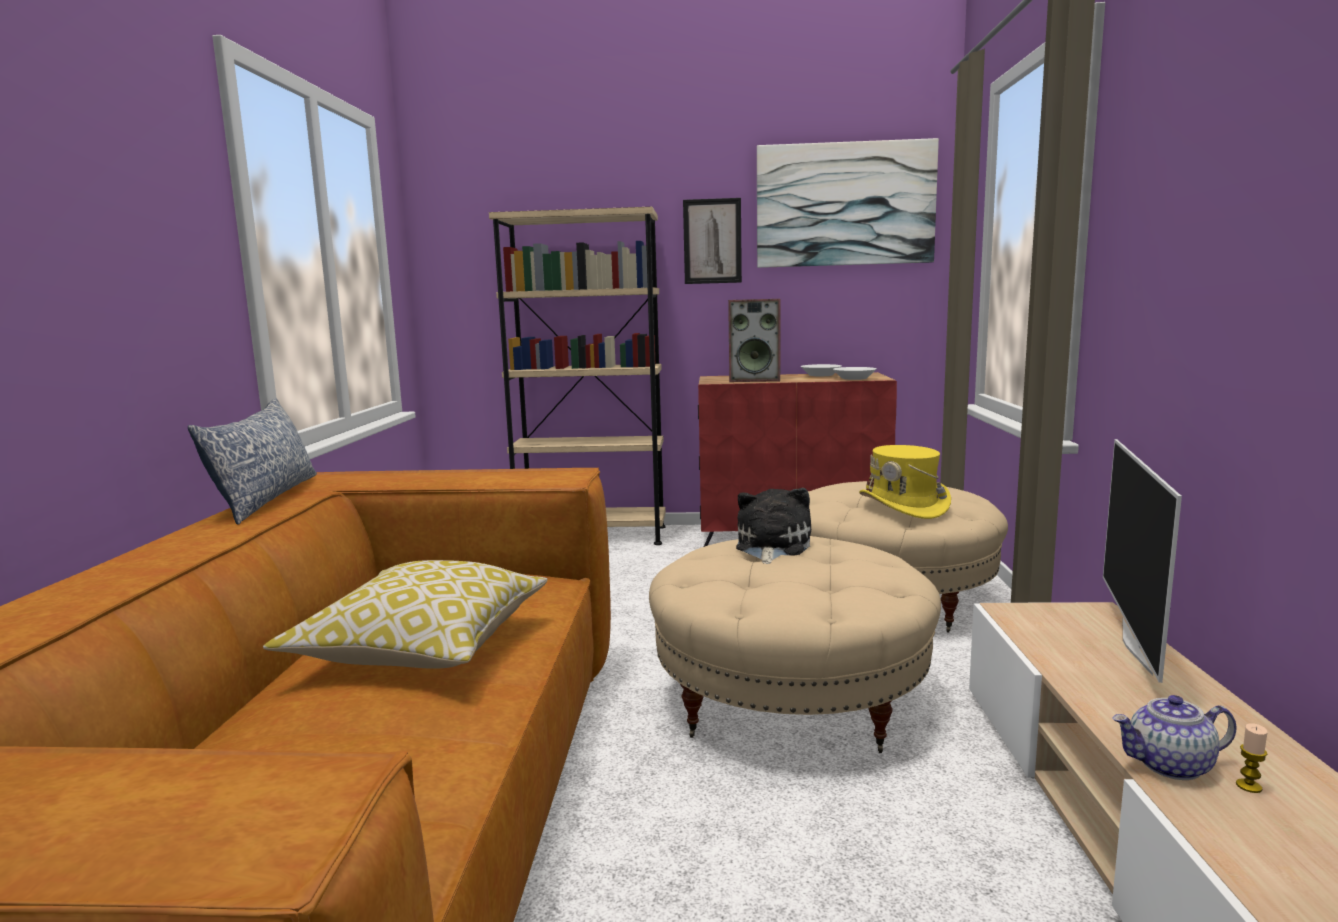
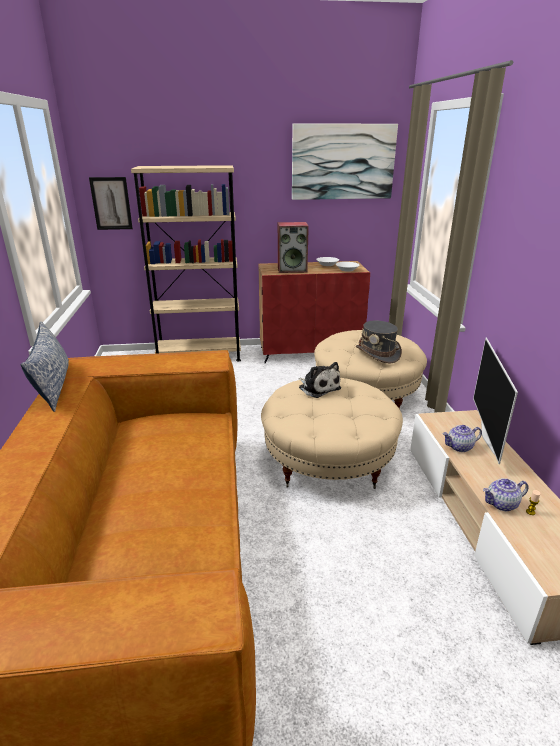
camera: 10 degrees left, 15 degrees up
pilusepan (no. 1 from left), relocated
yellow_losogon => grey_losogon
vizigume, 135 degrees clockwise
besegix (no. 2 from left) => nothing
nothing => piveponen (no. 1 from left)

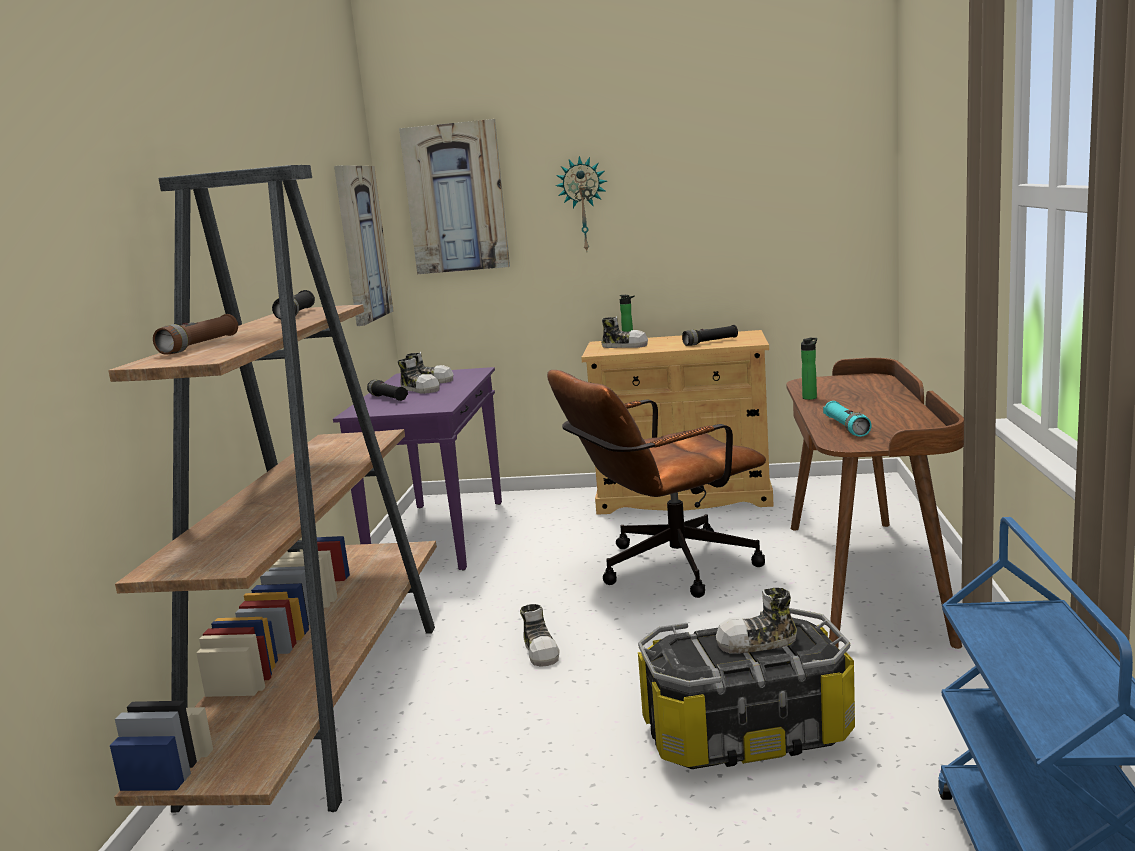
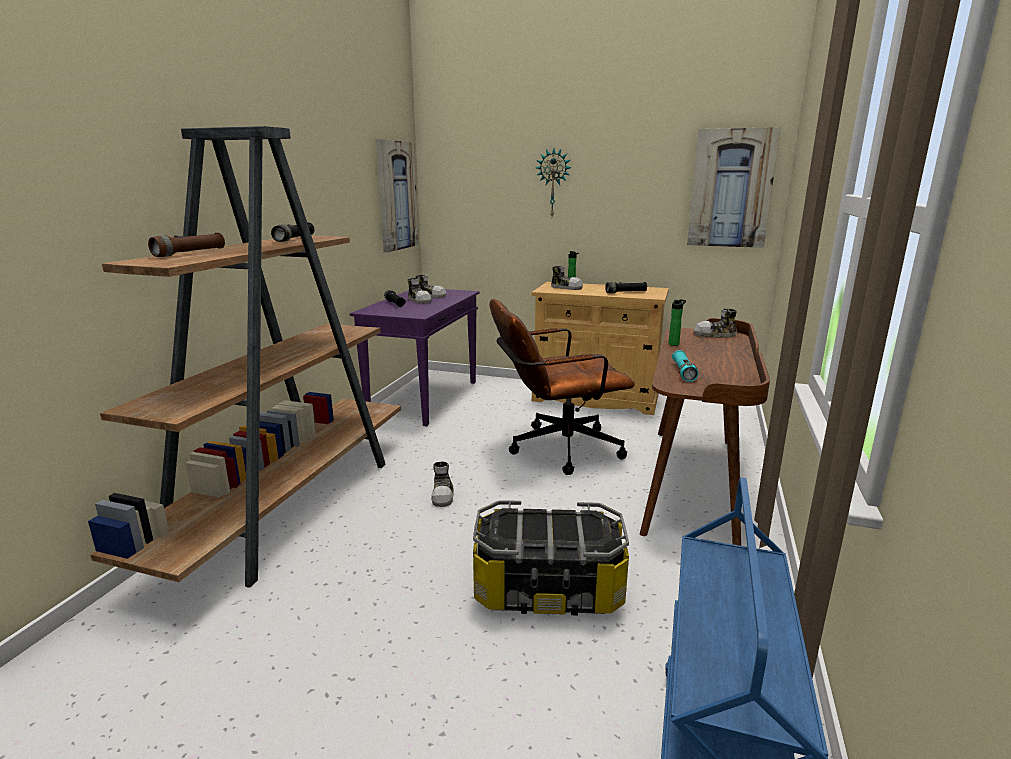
camera: 10 degrees right, 5 degrees up
pilusepan (no. 2 from left), relocated
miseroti (no. 5 from left), relocated

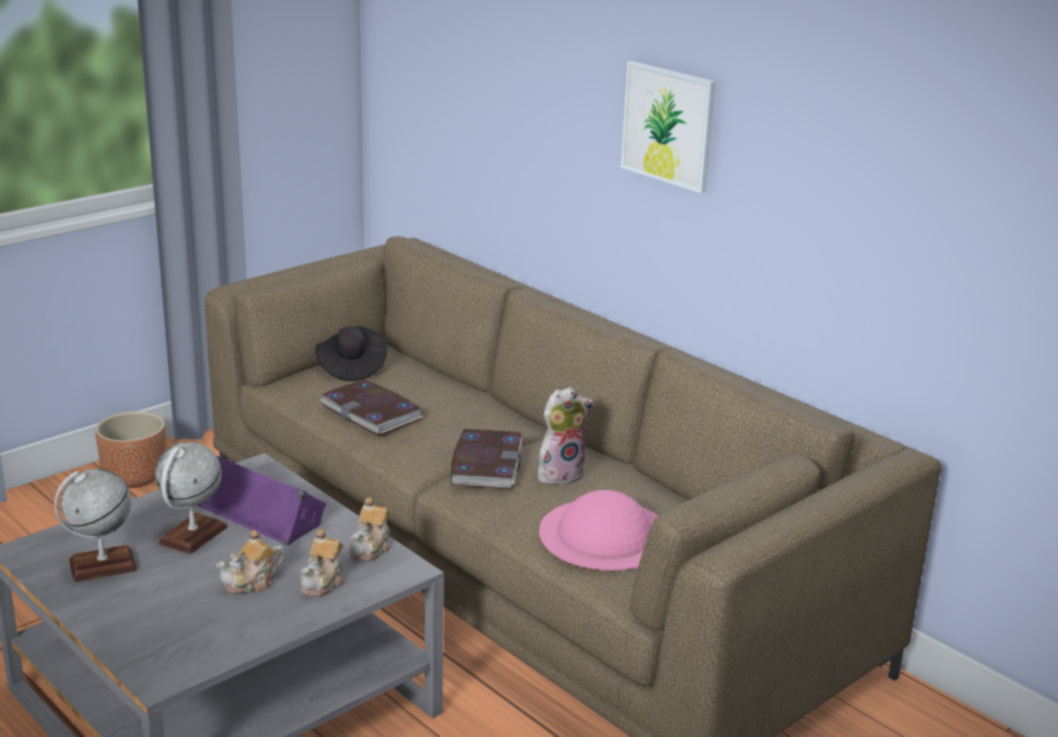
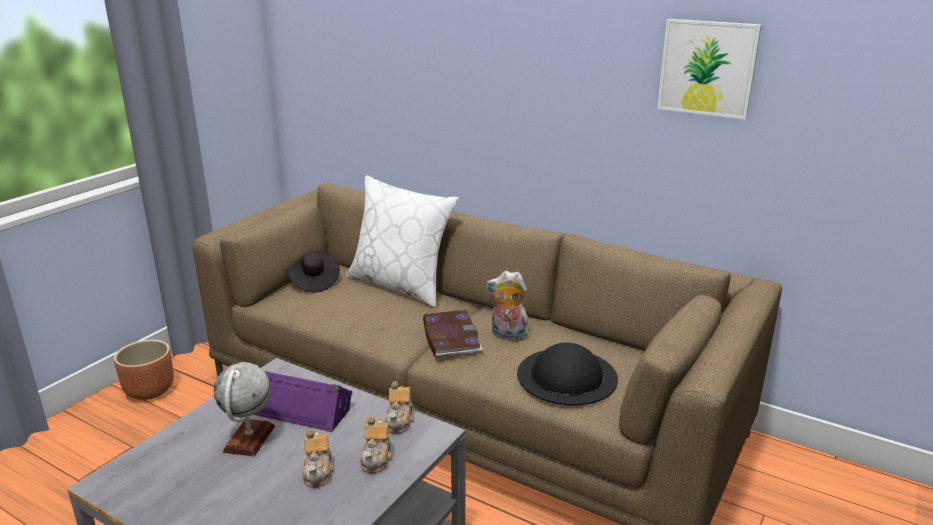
camera: 15 degrees left, 0 degrees up
pilusepan, relocated
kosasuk (no. 1 from left) => nothing
vizigume, 120 degrees counterclockwise
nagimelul (no. 1 from left) => nothing
pink_losogon => black_losogon (no. 2 from left)
piveponen (no. 1 from left), 45 degrees counterclockwise
nothing => white_besegix

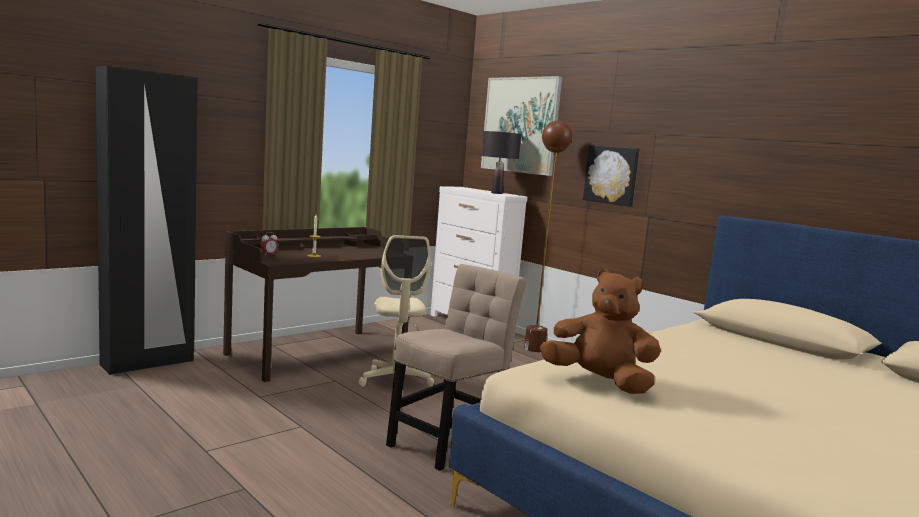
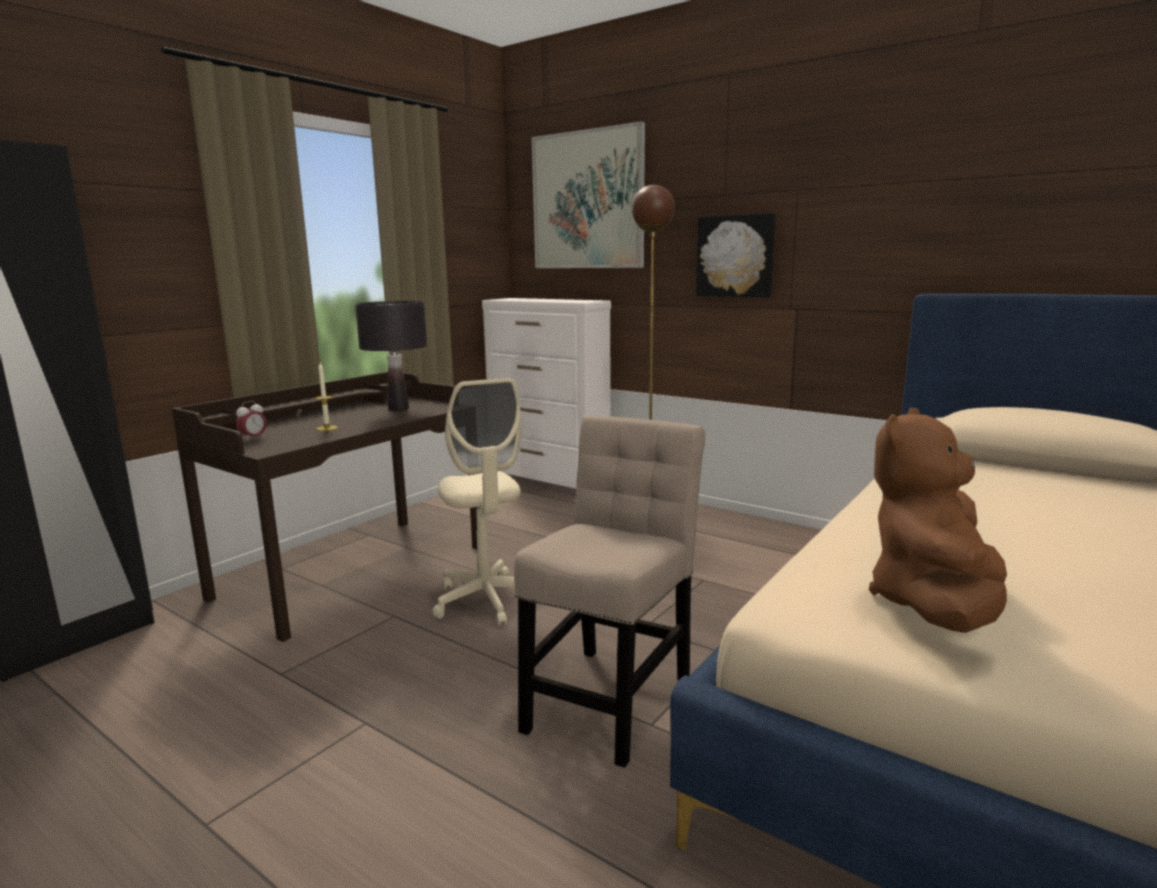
camera: 10 degrees left, 5 degrees up
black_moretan, relocated
brown_vizigume, 75 degrees counterclockwise

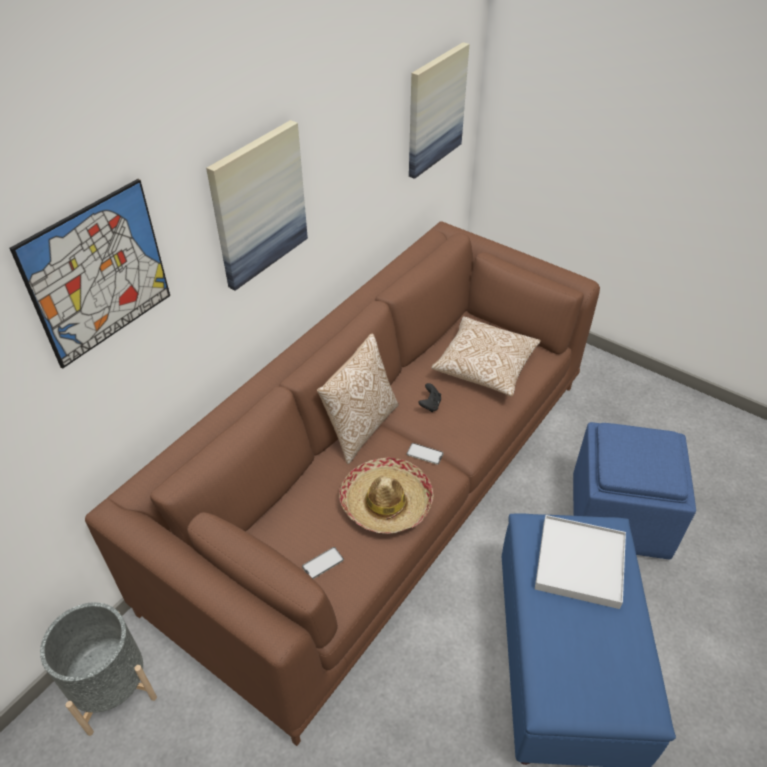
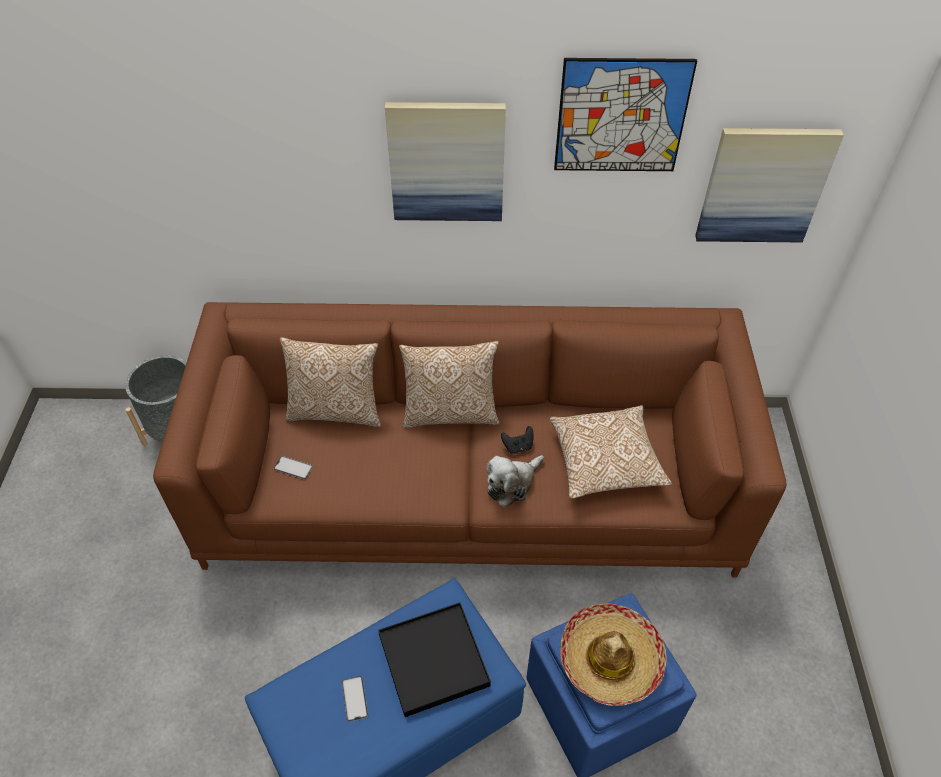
camera: 55 degrees right, 5 degrees up
pilusepan (no. 1 from left in the first image) => pilusepan (no. 2 from left), relocated
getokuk (no. 2 from left), relocated
losogon, relocated
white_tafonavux => black_tafonavux
nothing => besegix (no. 1 from left)
nothing => vizigume

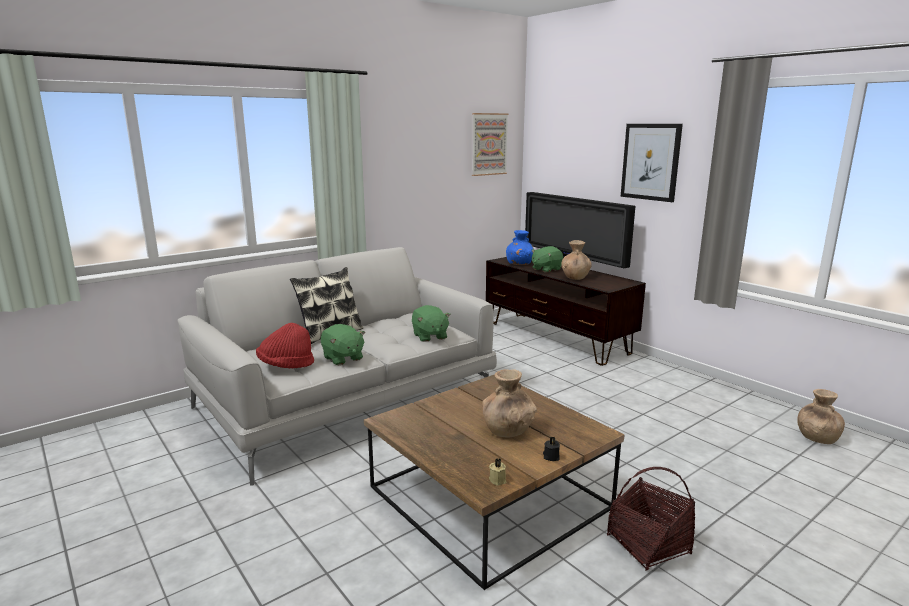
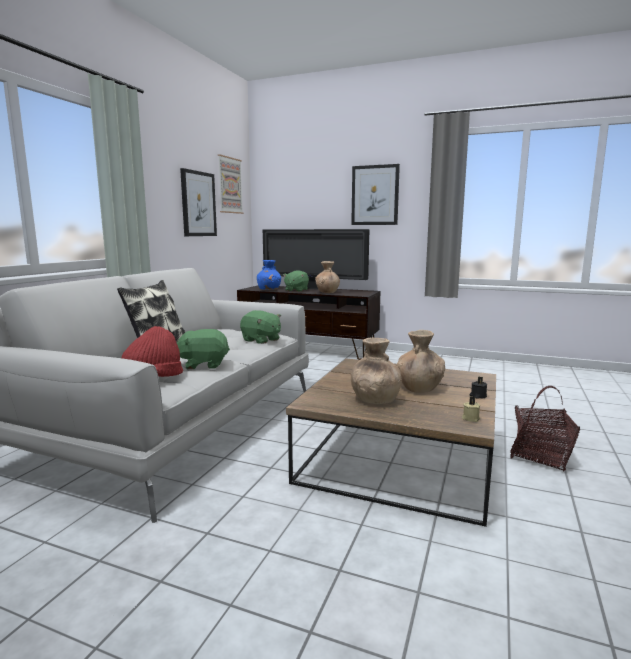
camera: 30 degrees left, 5 degrees down
green_vizigume (no. 1 from left), 150 degrees clockwise
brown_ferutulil (no. 3 from left in the first image) => brown_ferutulil (no. 2 from left), relocated
nothing => pilusepan (no. 1 from left)

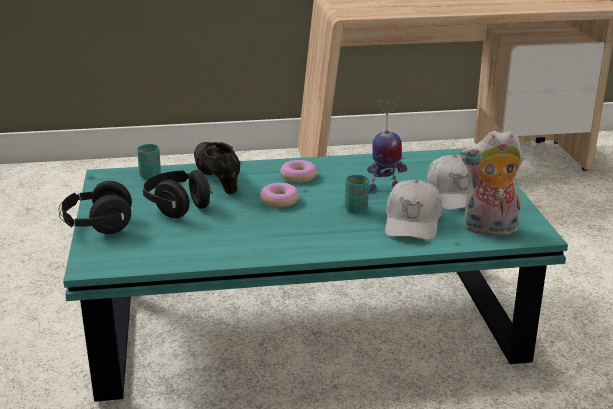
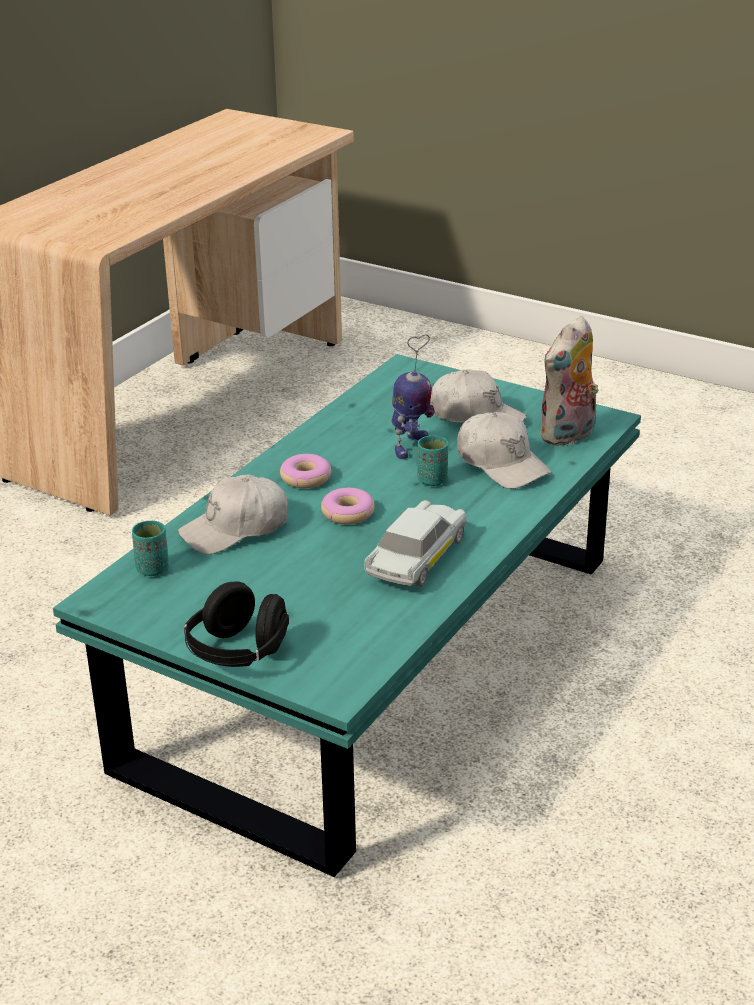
camera: 50 degrees left, 5 degrees up
black_miseroti => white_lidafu (no. 1 from left)
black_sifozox (no. 2 from left) => nothing
nothing => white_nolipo

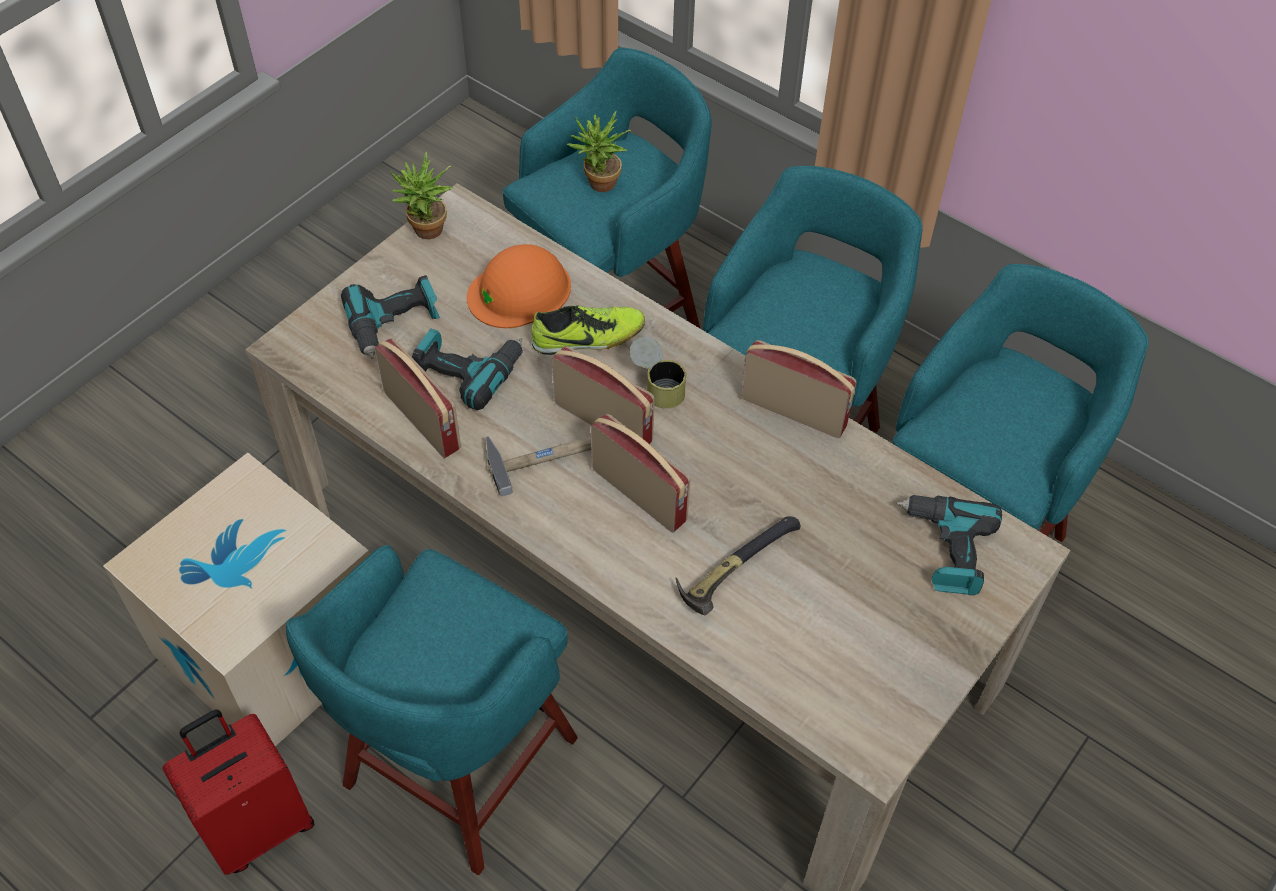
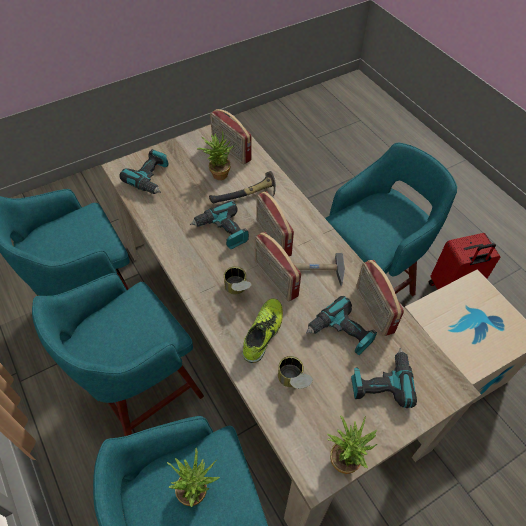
camera: 160 degrees left, 0 degrees up
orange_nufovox => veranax (no. 2 from left)
miseroti, 105 degrees clockwise
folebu (no. 4 from left in the first image) => folebu (no. 1 from left), relocated
nothing => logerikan (no. 2 from left)
nothing => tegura (no. 2 from left)

